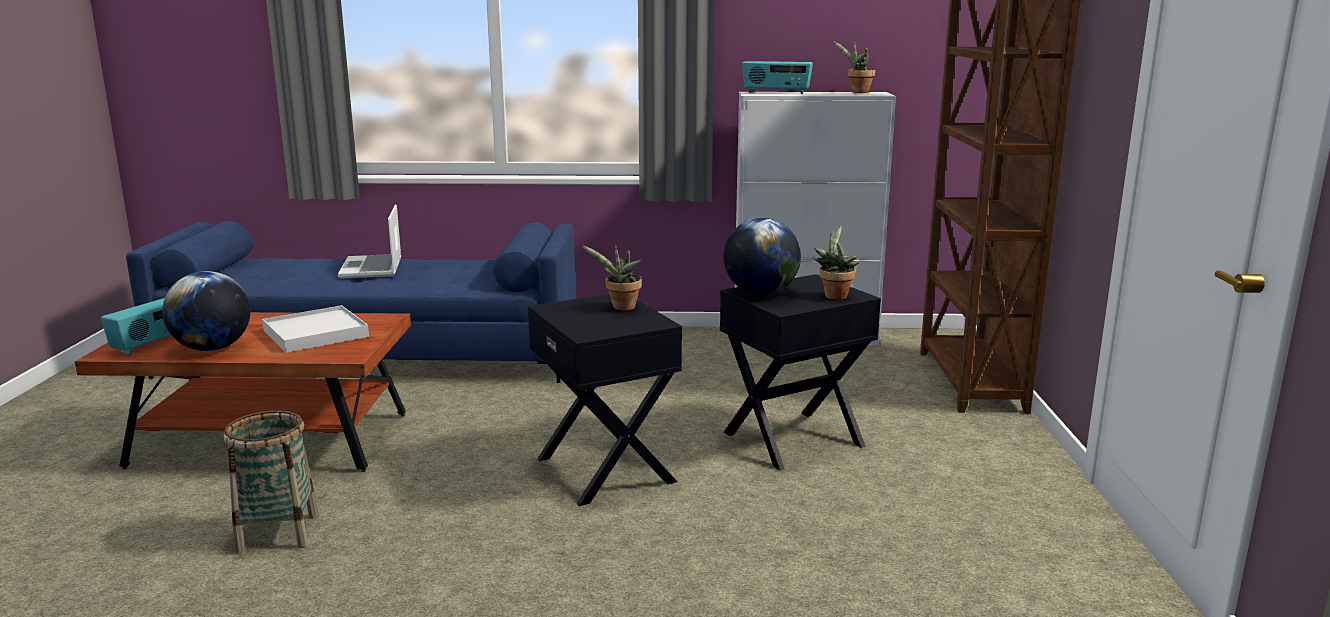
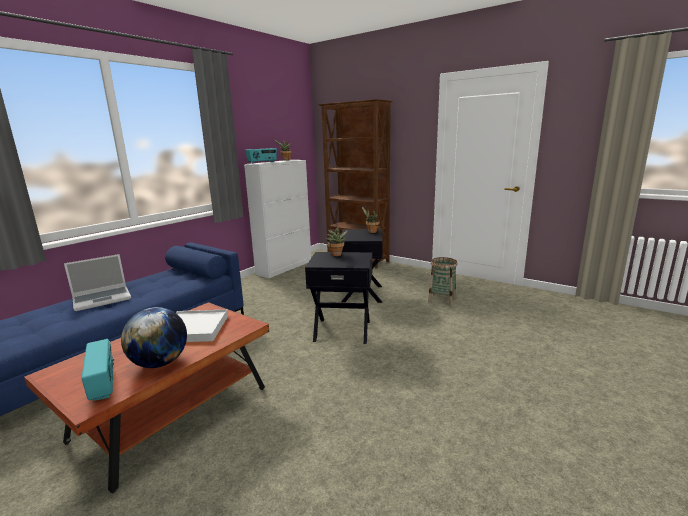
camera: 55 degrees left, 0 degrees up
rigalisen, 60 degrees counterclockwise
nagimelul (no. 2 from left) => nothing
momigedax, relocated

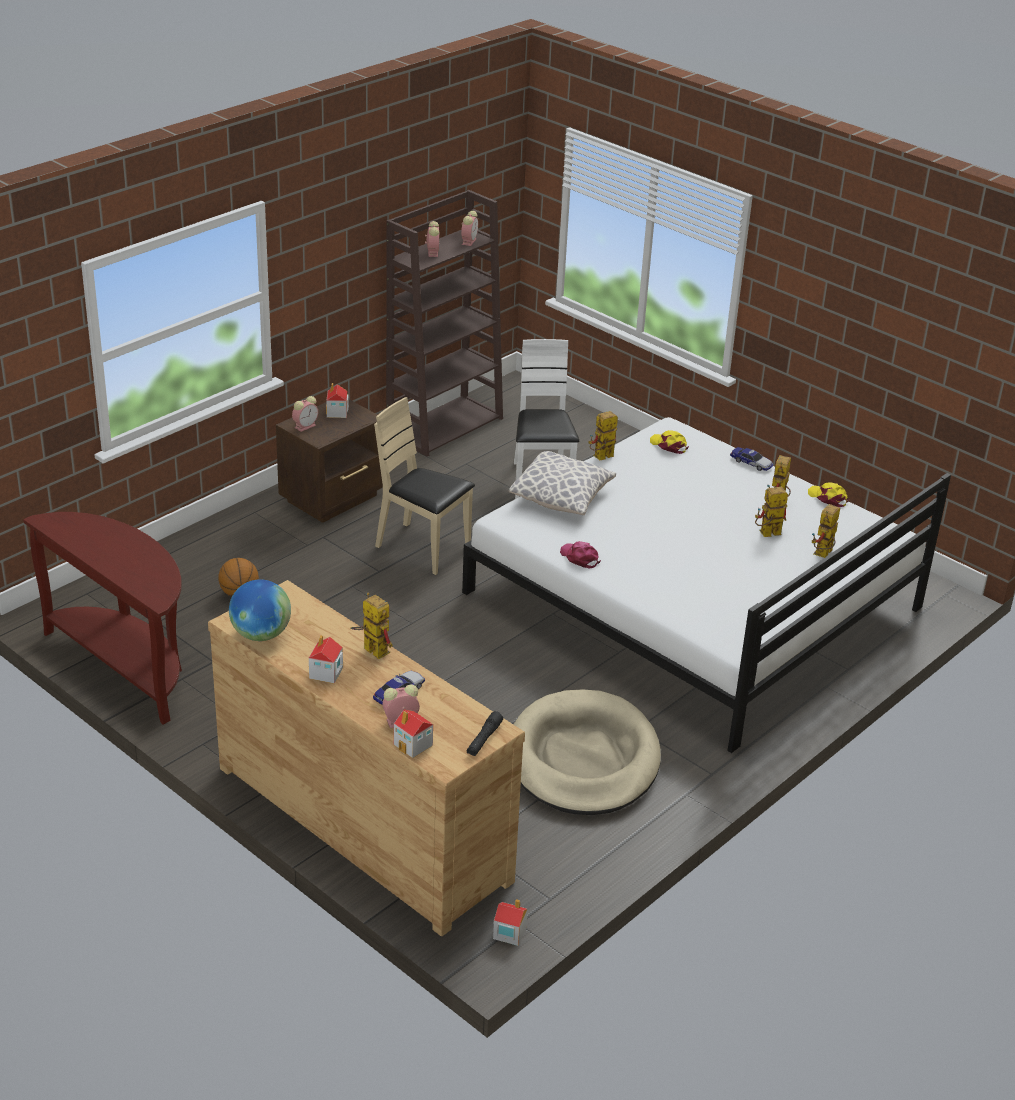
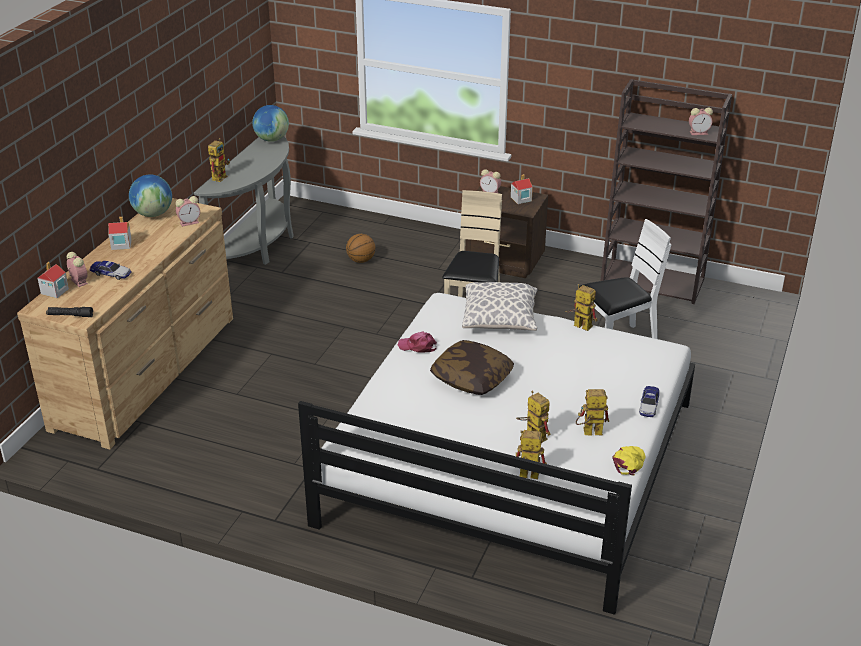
camera: 70 degrees right, 0 degrees up
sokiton (no. 3 from left in the first image) => sokiton (no. 2 from left), relocated
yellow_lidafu (no. 1 from left) => nothing
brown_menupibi => grey_menupibi
pink_lidafu, 105 degrees counterclockwise
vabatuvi (no. 1 from left), relocated
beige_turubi => nothing
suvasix (no. 4 from left) => nothing
nothing => nagimelul (no. 2 from left)
nothing => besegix (no. 1 from left)

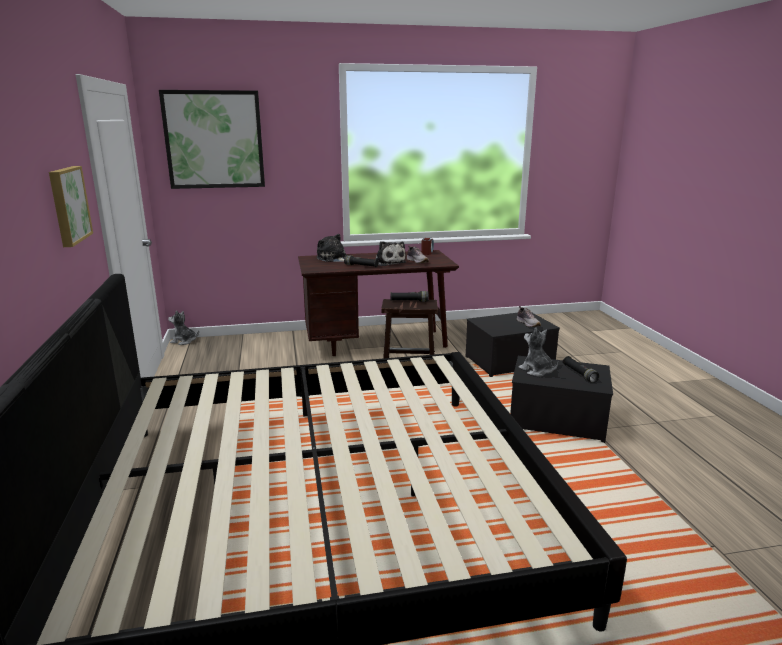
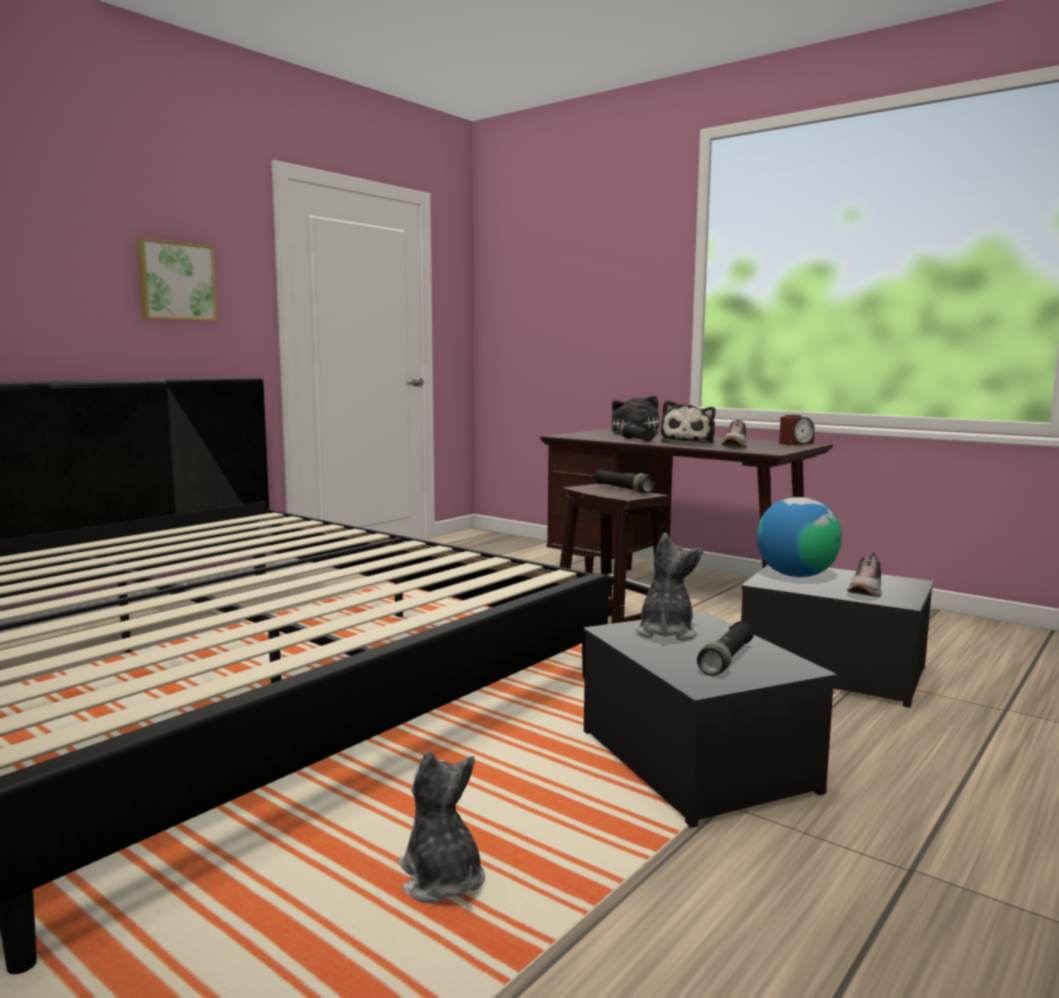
camera: 50 degrees right, 10 degrees down
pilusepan (no. 2 from left) => nothing
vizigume (no. 1 from left), relocated
nothing => nagimelul

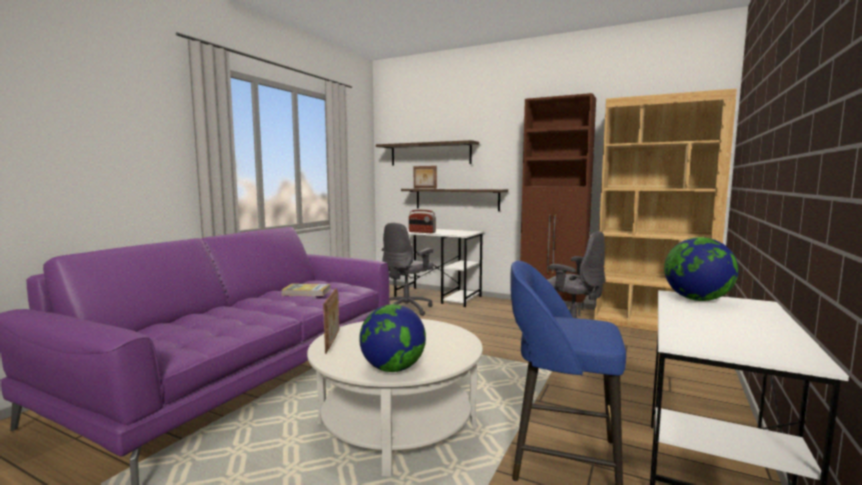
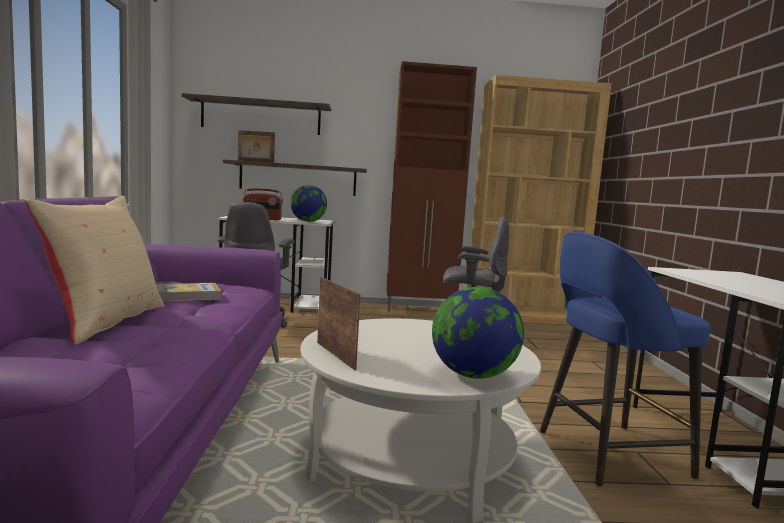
camera: 30 degrees left, 0 degrees up
nagimelul (no. 2 from left in the first image) => nagimelul (no. 1 from left), relocated
nothing => beige_besegix

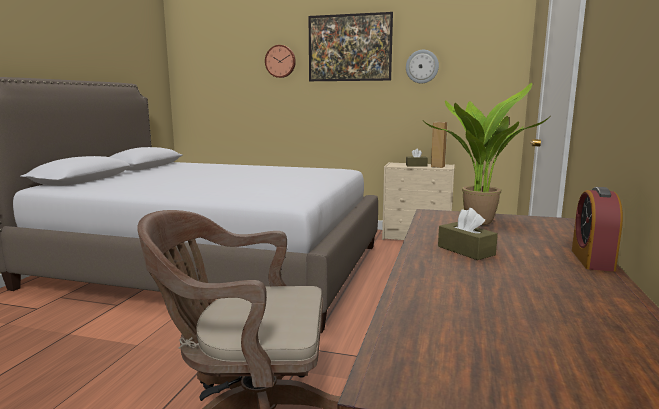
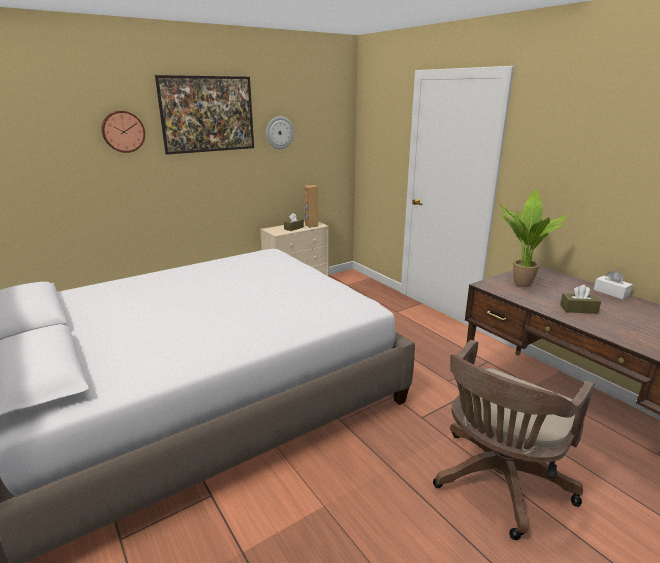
camera: 50 degrees left, 10 degrees up
sokiton => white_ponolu

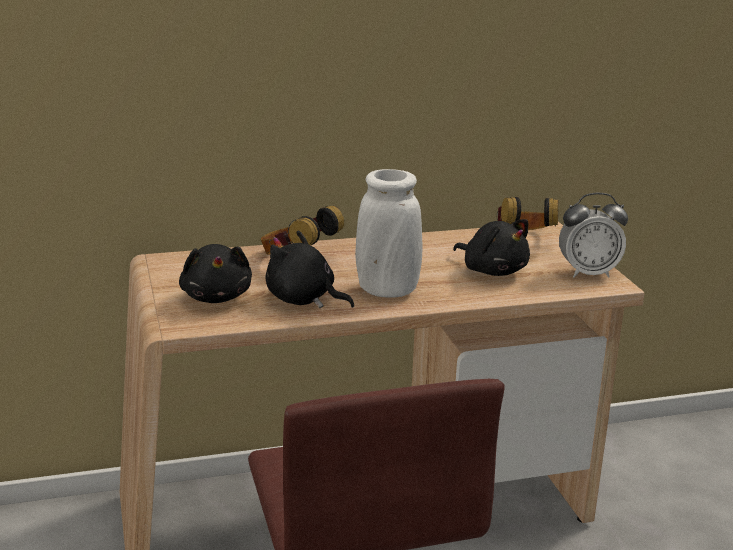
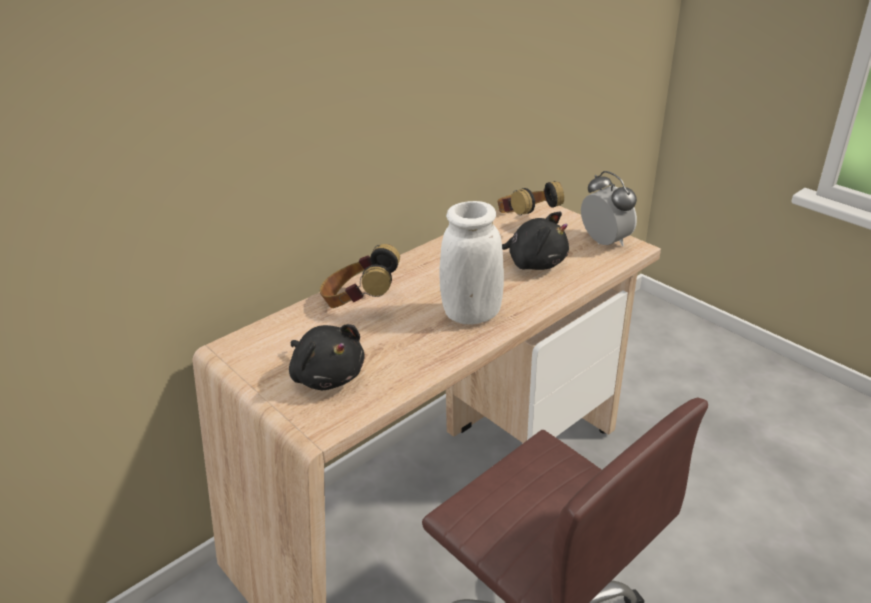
camera: 25 degrees left, 10 degrees up
sokiton, 90 degrees counterclockwise
black_vizigume (no. 2 from left) => nothing

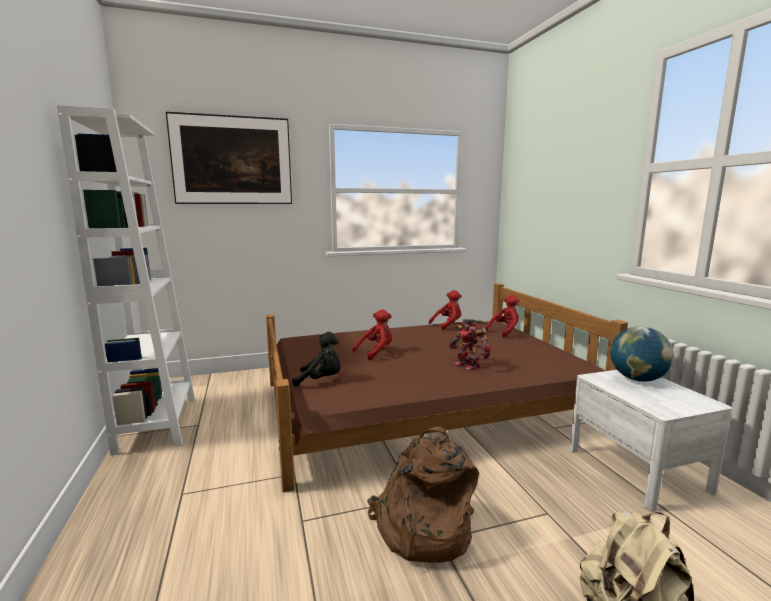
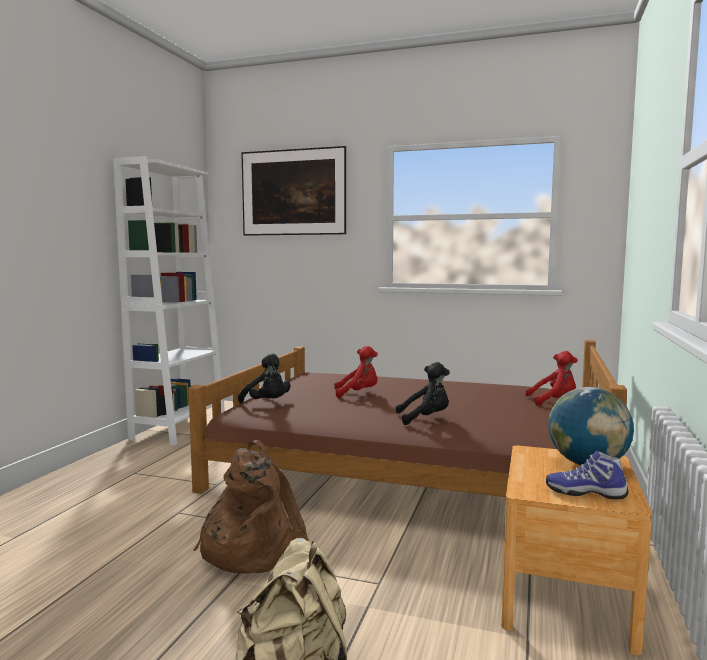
camera: 35 degrees right, 5 degrees down
red_vizigume (no. 2 from left) => nothing
vabatuvi => black_vizigume (no. 2 from left)
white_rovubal => brown_rovubal
nothing => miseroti

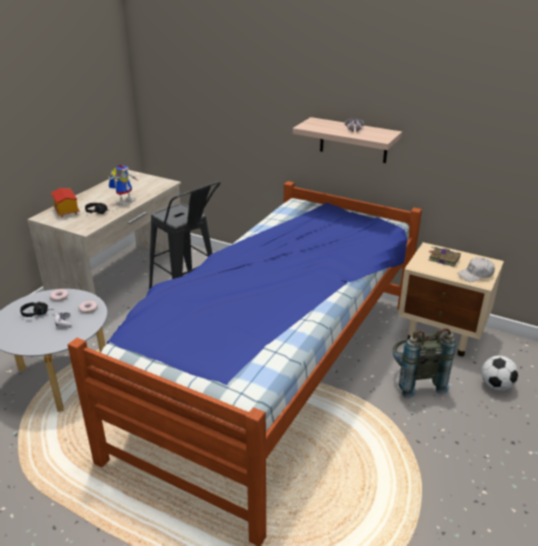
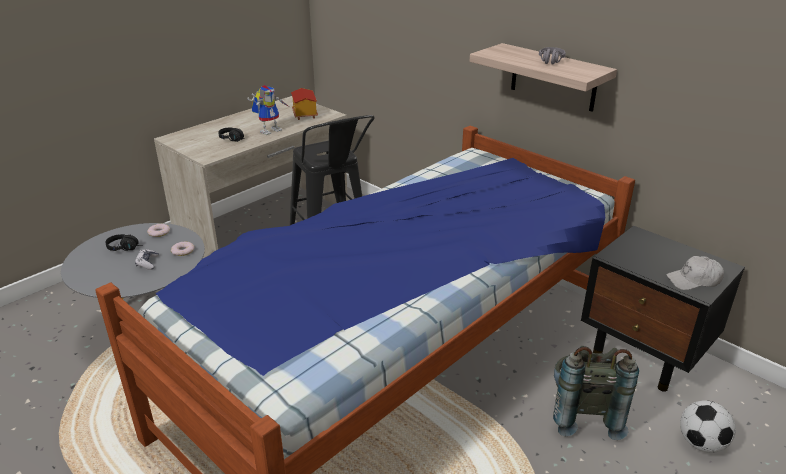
camera: 15 degrees right, 0 degrees up
suvasix, relocated
beige_rovubal => black_rovubal
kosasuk => nothing

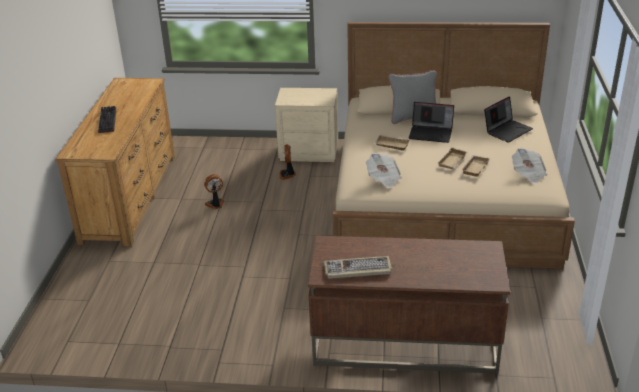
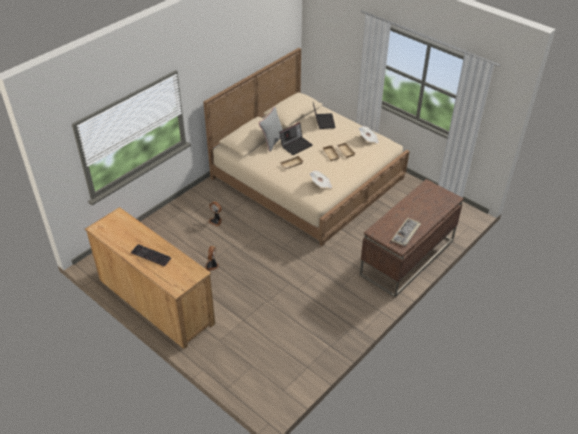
camera: 55 degrees left, 10 degrees up
beige_rovubal => nothing

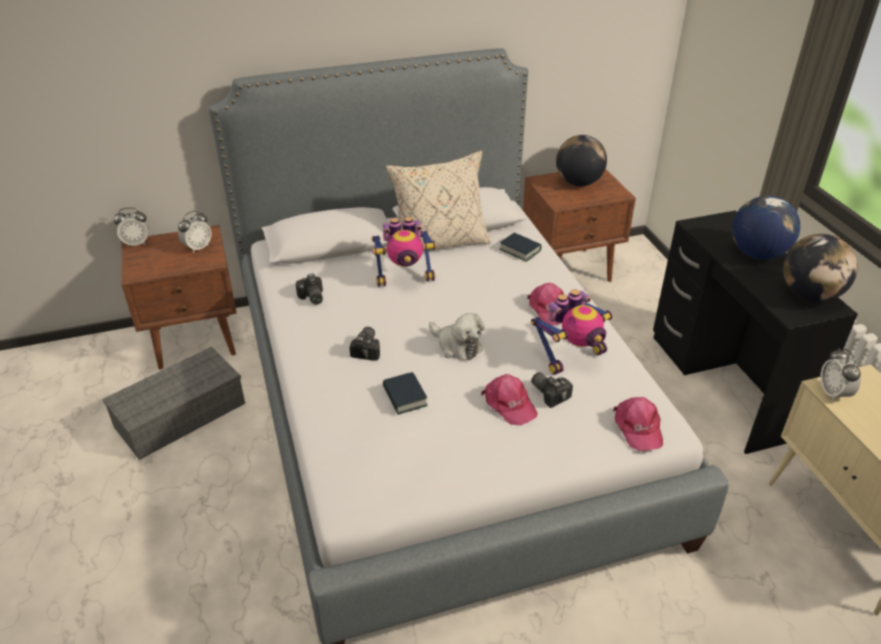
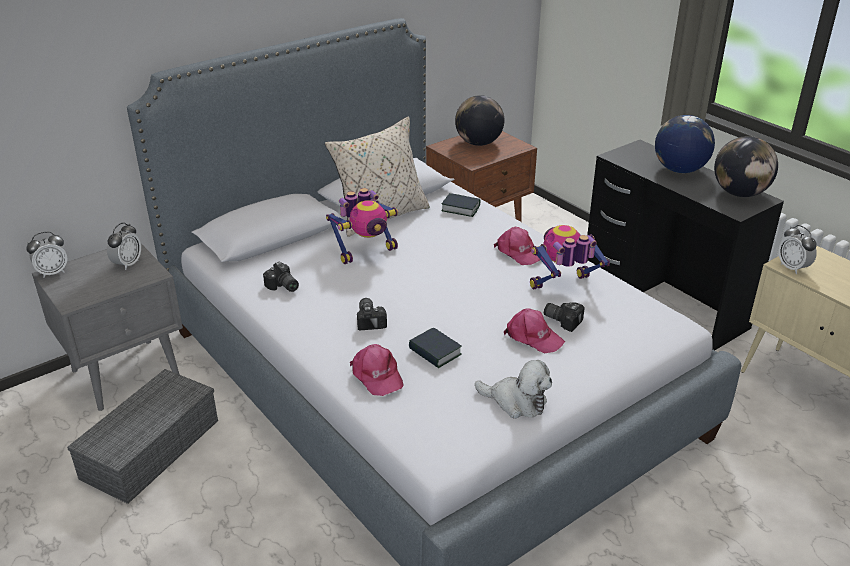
camera: 20 degrees left, 5 degrees down
brown_rovubal (no. 1 from left) => grey_rovubal
vabatuvi (no. 2 from left), 150 degrees counterclockwise
vizigume, relocated
pink_lidafu (no. 3 from left in the first image) => pink_lidafu (no. 1 from left), relocated

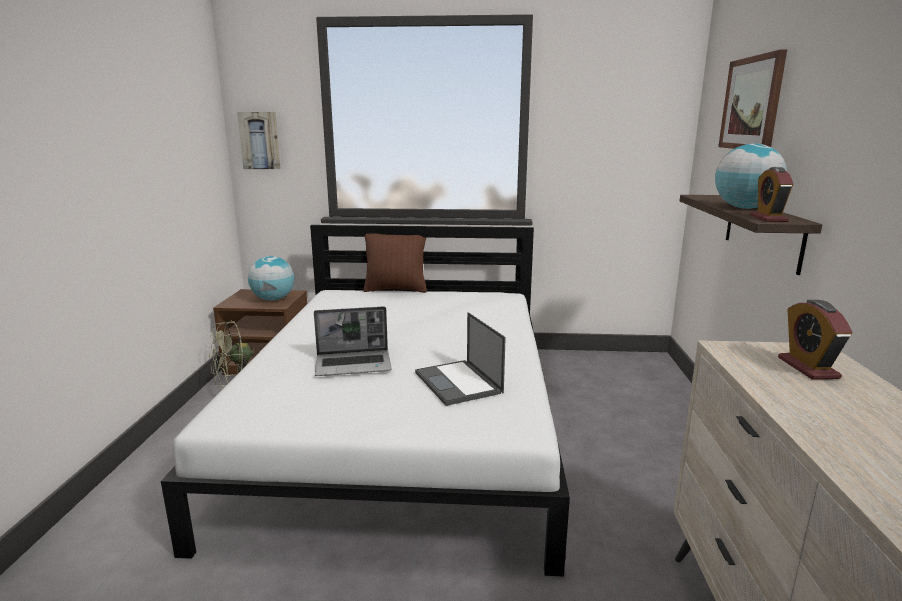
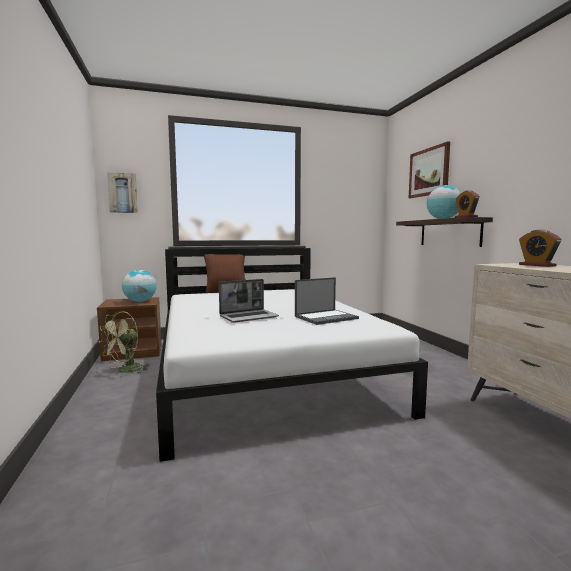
camera: 20 degrees left, 10 degrees down
rigalisen (no. 2 from left), 75 degrees counterclockwise

